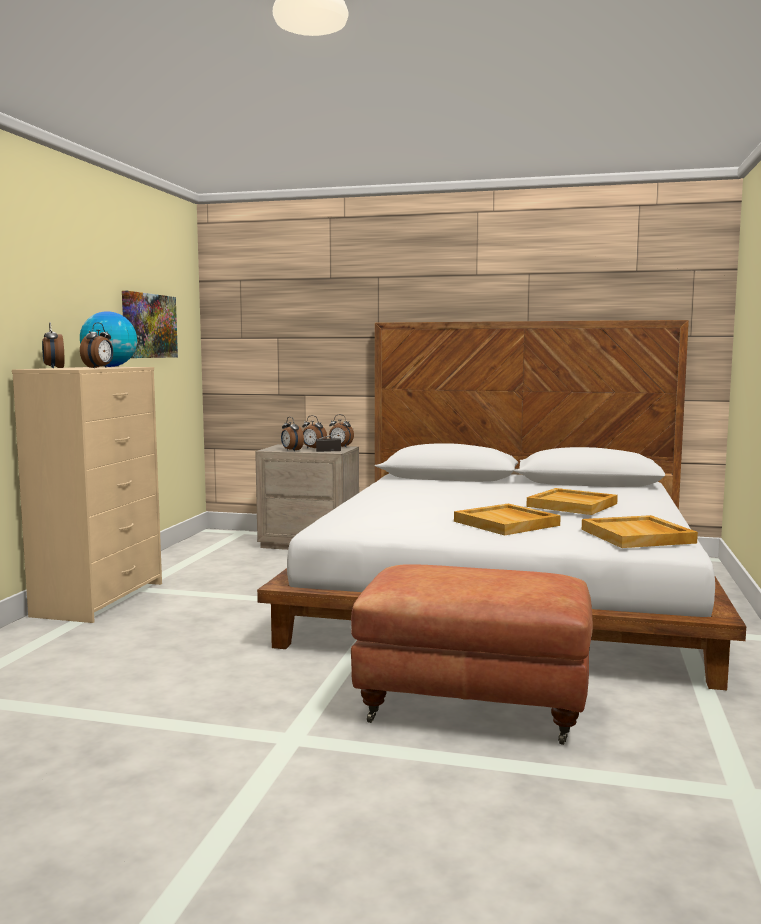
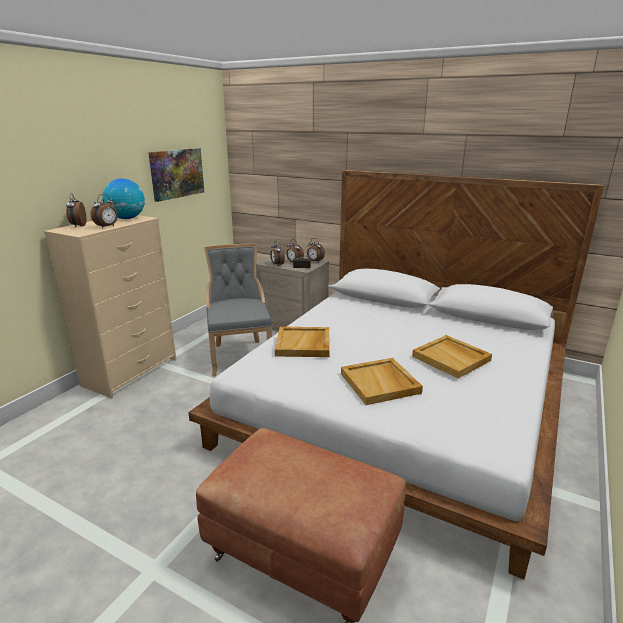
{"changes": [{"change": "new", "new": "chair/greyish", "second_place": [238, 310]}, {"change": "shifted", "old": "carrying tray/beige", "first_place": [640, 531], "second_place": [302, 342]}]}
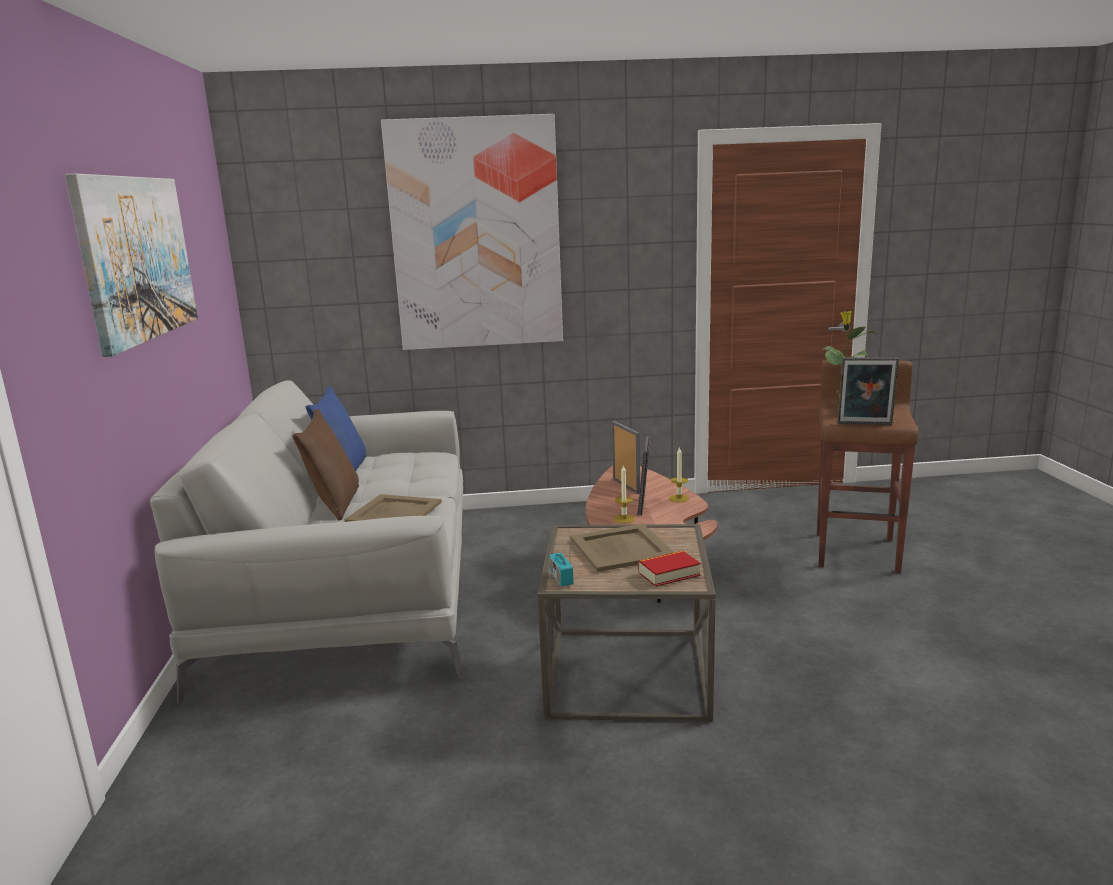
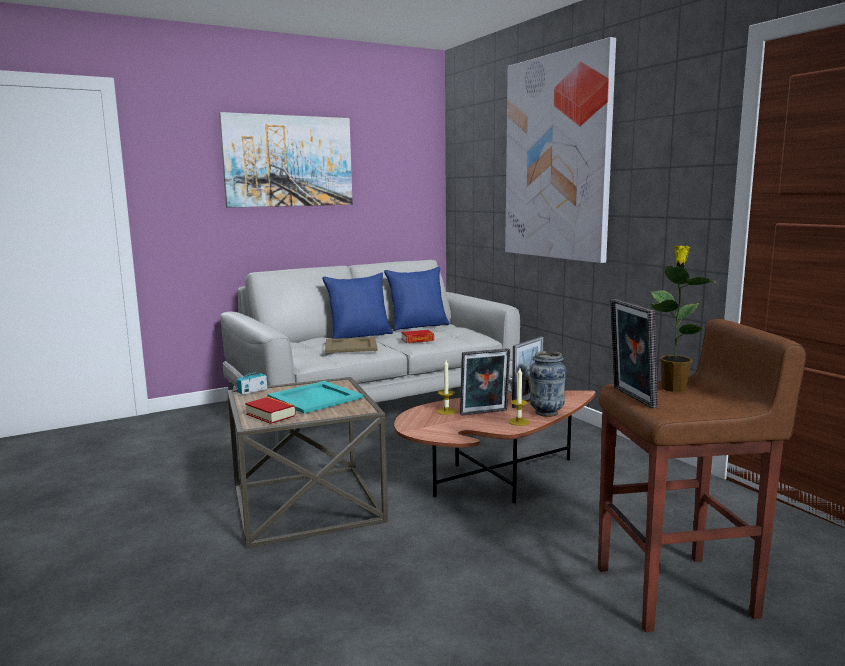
{"changes": [{"change": "repainted", "old": "carrying tray/beige", "new": "carrying tray/turquoise", "first_place": [622, 548], "second_place": [315, 397]}, {"change": "repainted", "old": "pillow/brownish", "new": "pillow/blue", "first_place": [325, 465], "second_place": [357, 305]}, {"change": "new", "new": "bound book", "second_place": [417, 336]}, {"change": "new", "new": "decorative vase", "second_place": [548, 384]}]}
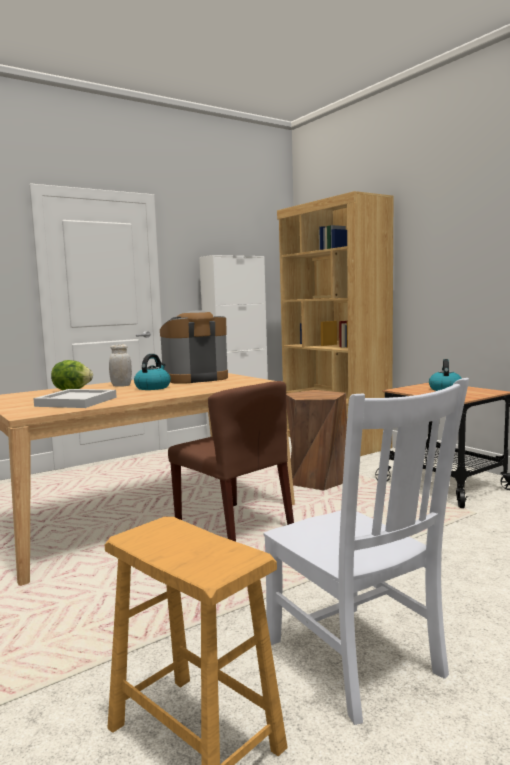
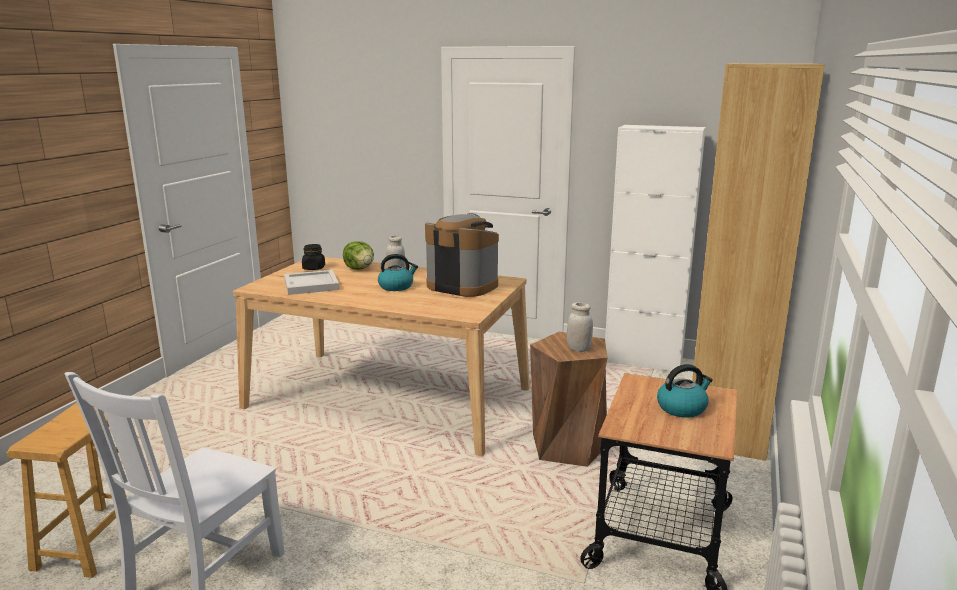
{"changes": [{"change": "new", "new": "preserve jar/black", "second_place": [313, 257]}, {"change": "new", "new": "preserve jar/white-coloured", "second_place": [580, 327]}, {"change": "gone", "old": "chair/brownish", "first_place": [231, 461]}]}
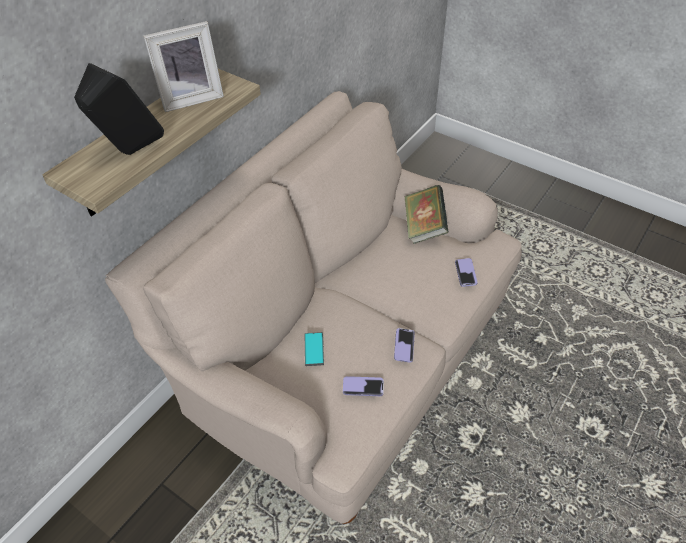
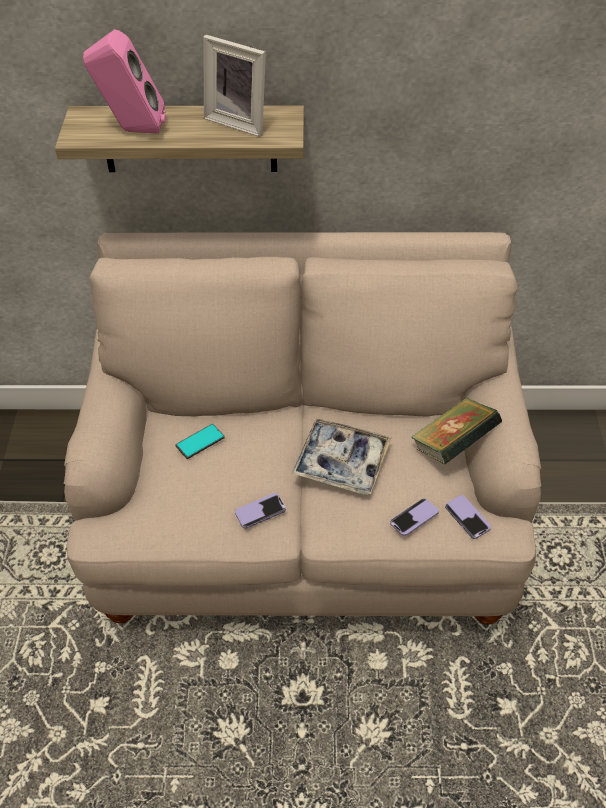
{"changes": [{"change": "repainted", "old": "audio speaker/black", "new": "audio speaker/pink", "first_place": [119, 109], "second_place": [124, 81]}, {"change": "new", "new": "carrying tray", "second_place": [341, 456]}, {"change": "shifted", "old": "handset", "first_place": [363, 386], "second_place": [468, 517]}]}
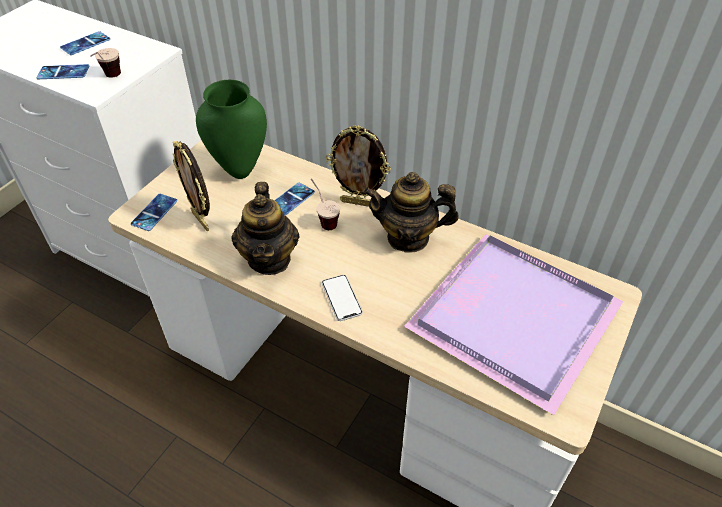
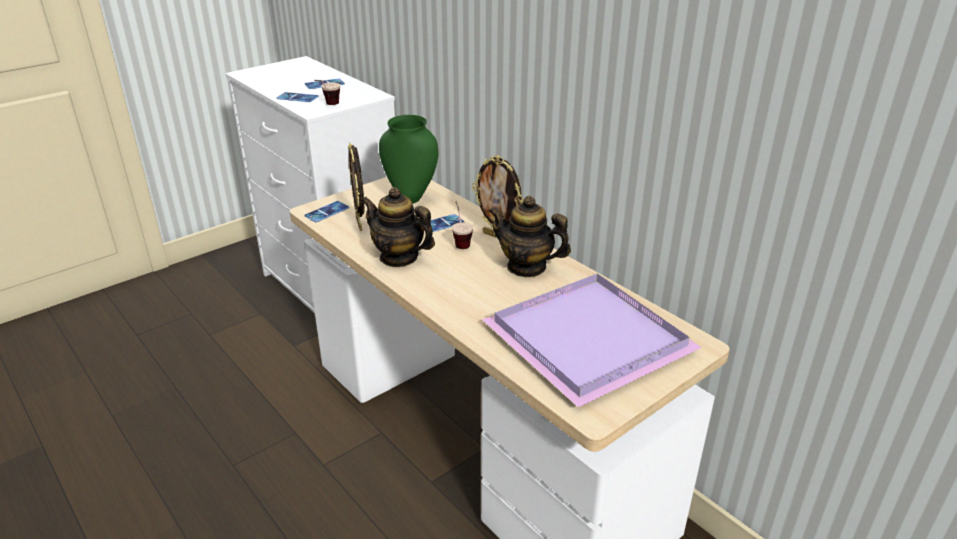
{"changes": [{"change": "rotated", "old": "teapot", "first_place": [265, 228], "second_place": [398, 227], "degrees": 105}, {"change": "gone", "old": "handset", "first_place": [342, 298]}]}
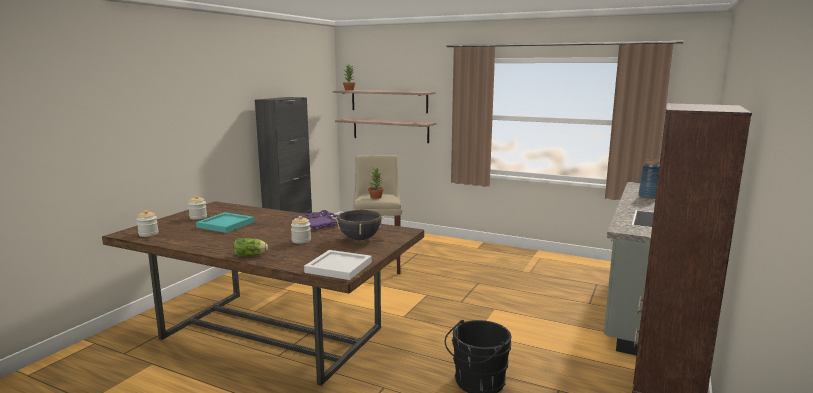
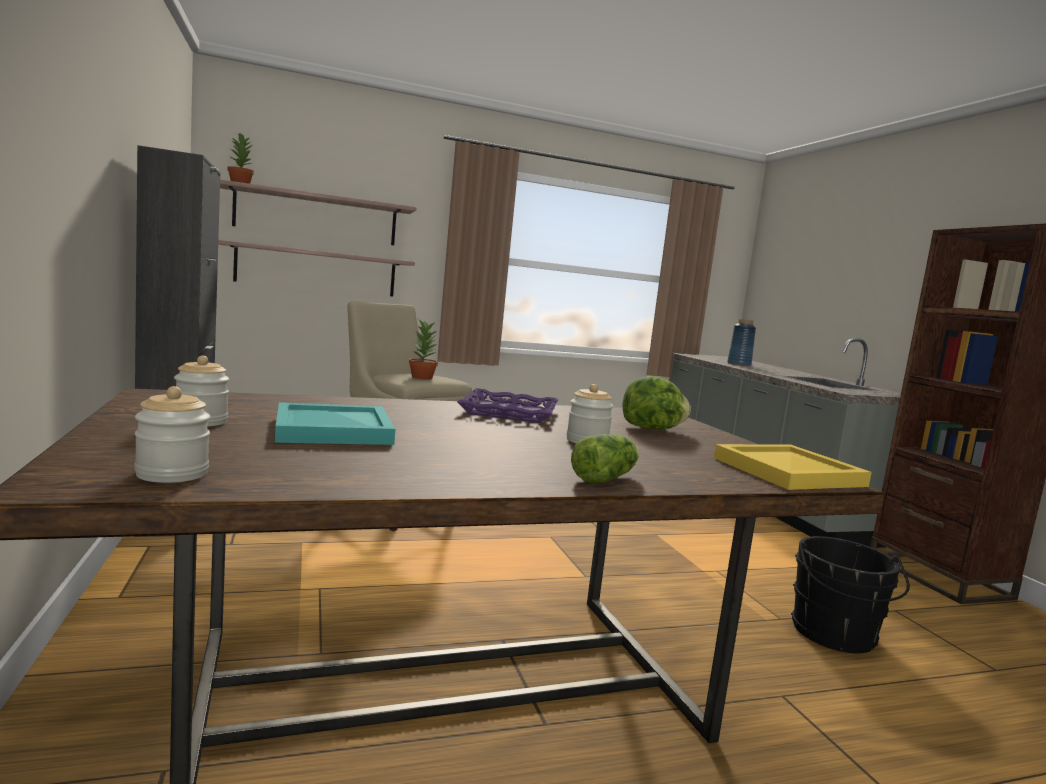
{"changes": [{"change": "swapped", "old": "saucepot/black", "new": "lettuce head", "first_place": [359, 224], "second_place": [657, 402]}, {"change": "repainted", "old": "carrying tray/white-coloured", "new": "carrying tray/yellow", "first_place": [338, 265], "second_place": [793, 467]}]}
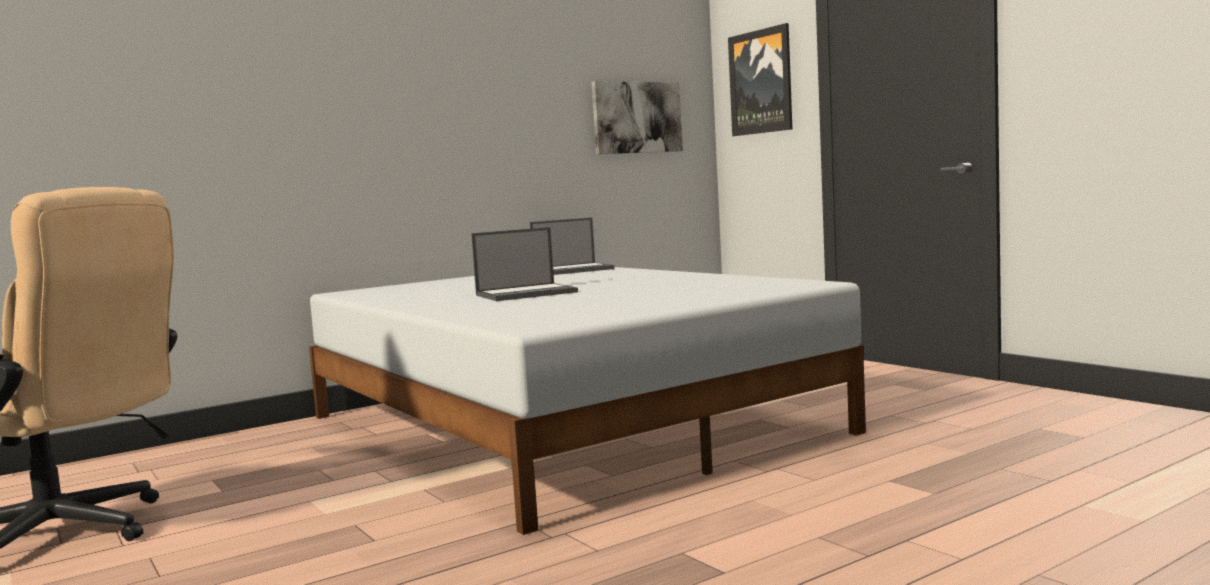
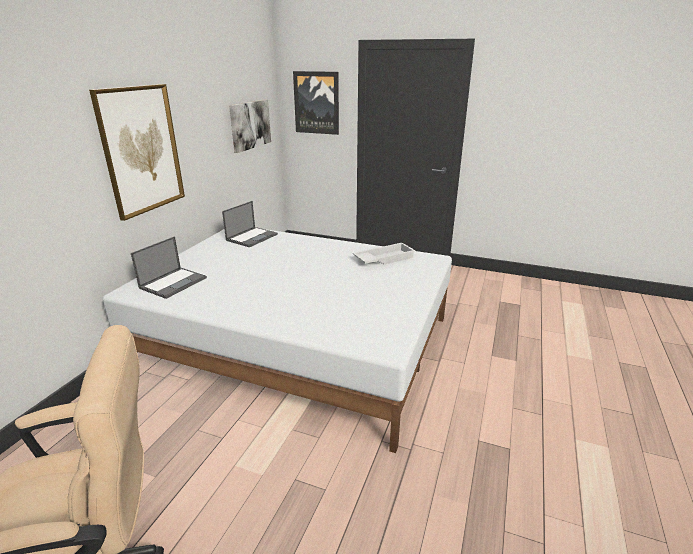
{"changes": [{"change": "new", "new": "picture", "second_place": [137, 152]}, {"change": "shifted", "old": "portable computer", "first_place": [524, 264], "second_place": [169, 267]}, {"change": "new", "new": "carrying tray/white-coloured", "second_place": [384, 254]}]}
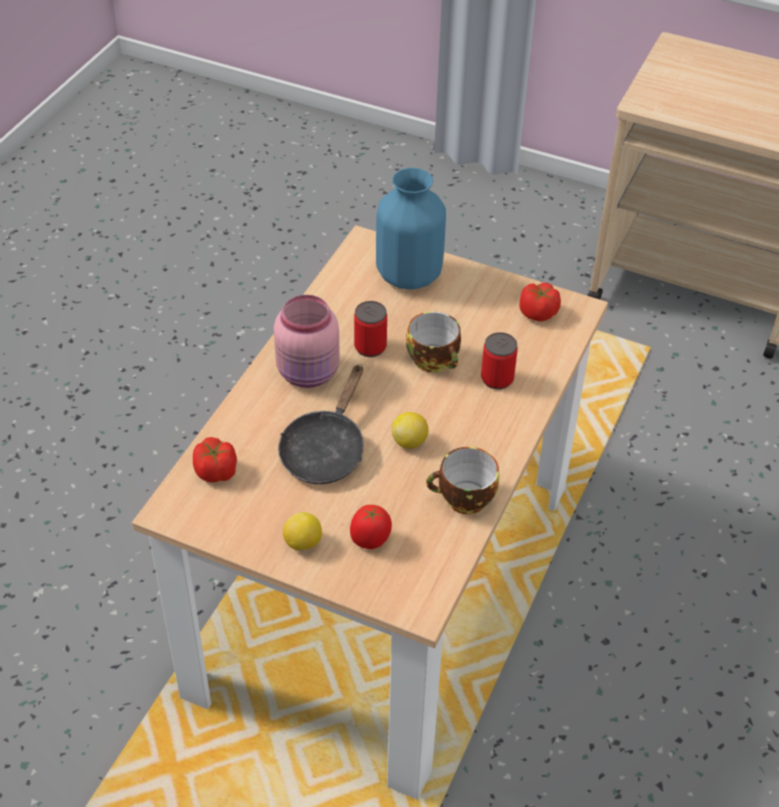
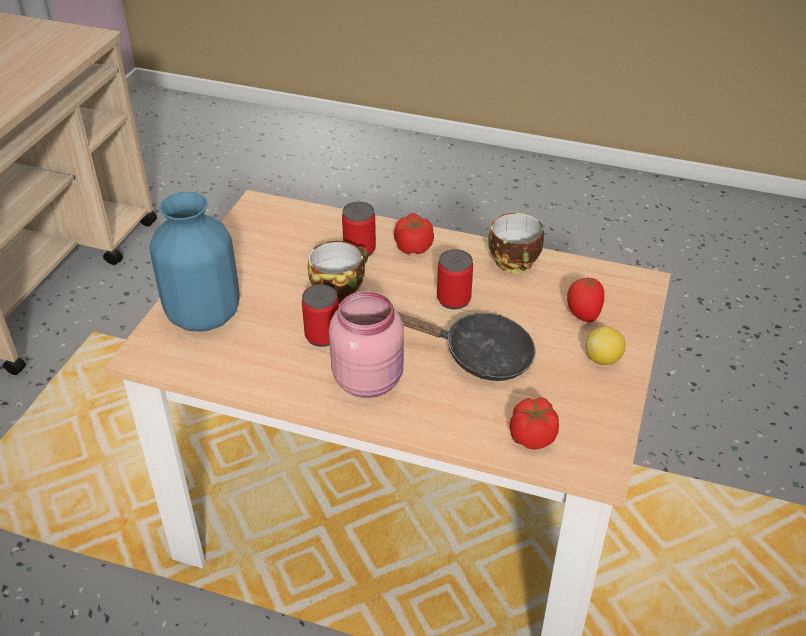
{"changes": [{"change": "shifted", "old": "fresh tomato", "first_place": [540, 302], "second_place": [414, 233]}, {"change": "swapped", "old": "lemon", "new": "sealed can", "first_place": [410, 430], "second_place": [455, 279]}]}
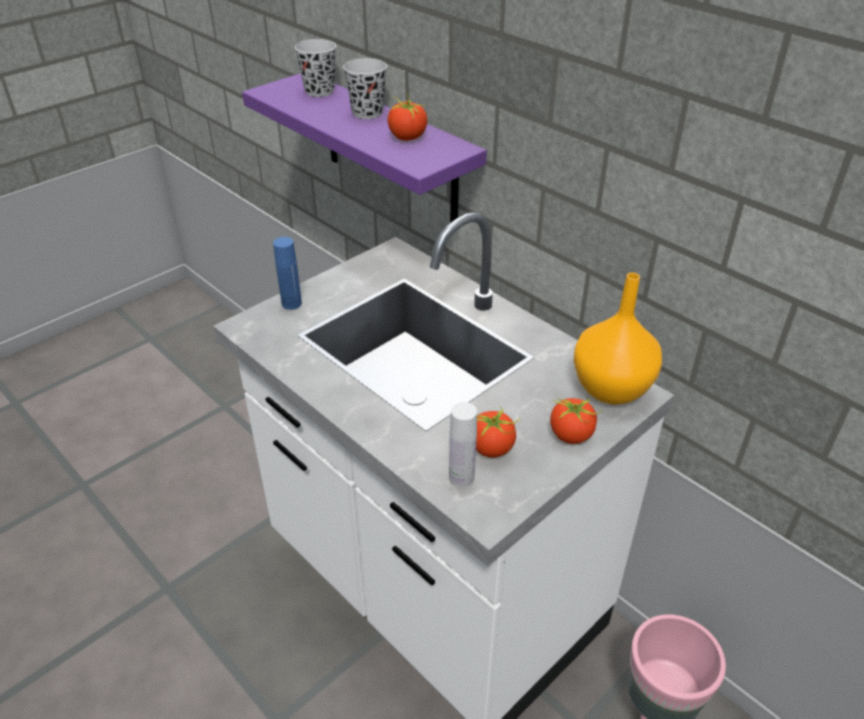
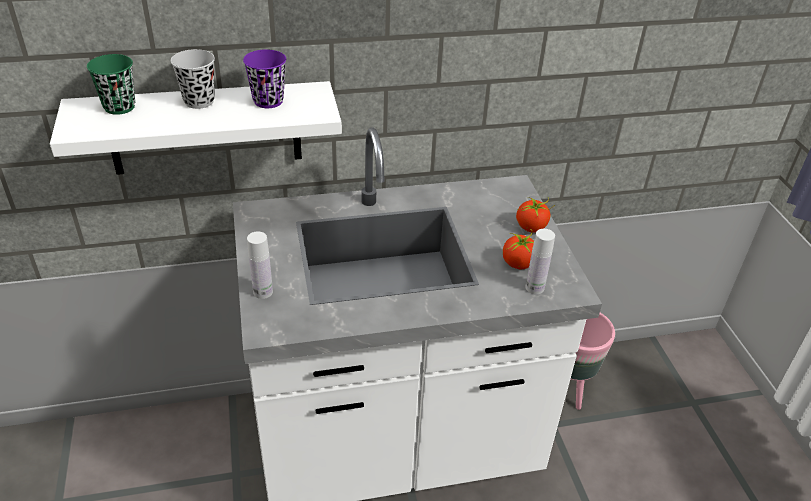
{"changes": [{"change": "repainted", "old": "bracket shelf/purple-coloured", "new": "bracket shelf/white-coloured", "first_place": [364, 148], "second_place": [196, 128]}, {"change": "repainted", "old": "cup/black", "new": "cup/green-coloured", "first_place": [315, 68], "second_place": [111, 84]}, {"change": "swapped", "old": "fresh tomato", "new": "cup/purple-coloured", "first_place": [407, 118], "second_place": [264, 78]}, {"change": "repainted", "old": "bottle/blue", "new": "bottle/white-coloured", "first_place": [287, 273], "second_place": [260, 265]}, {"change": "gone", "old": "decorative vase/orange", "first_place": [618, 339]}]}
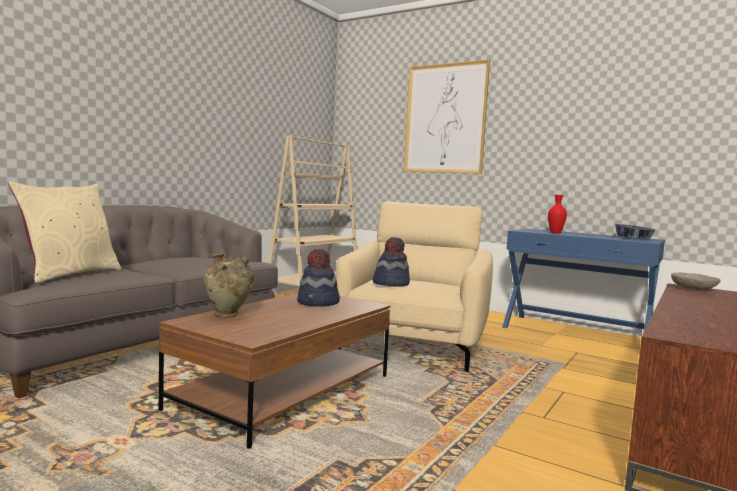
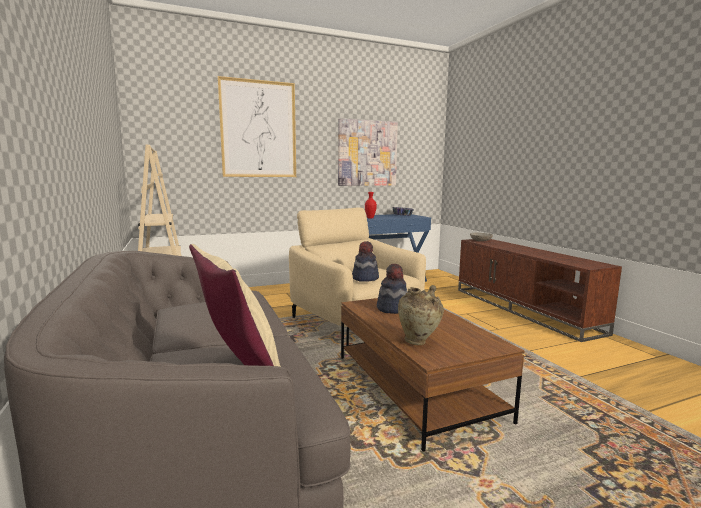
{"changes": [{"change": "new", "new": "picture", "second_place": [368, 152]}]}
